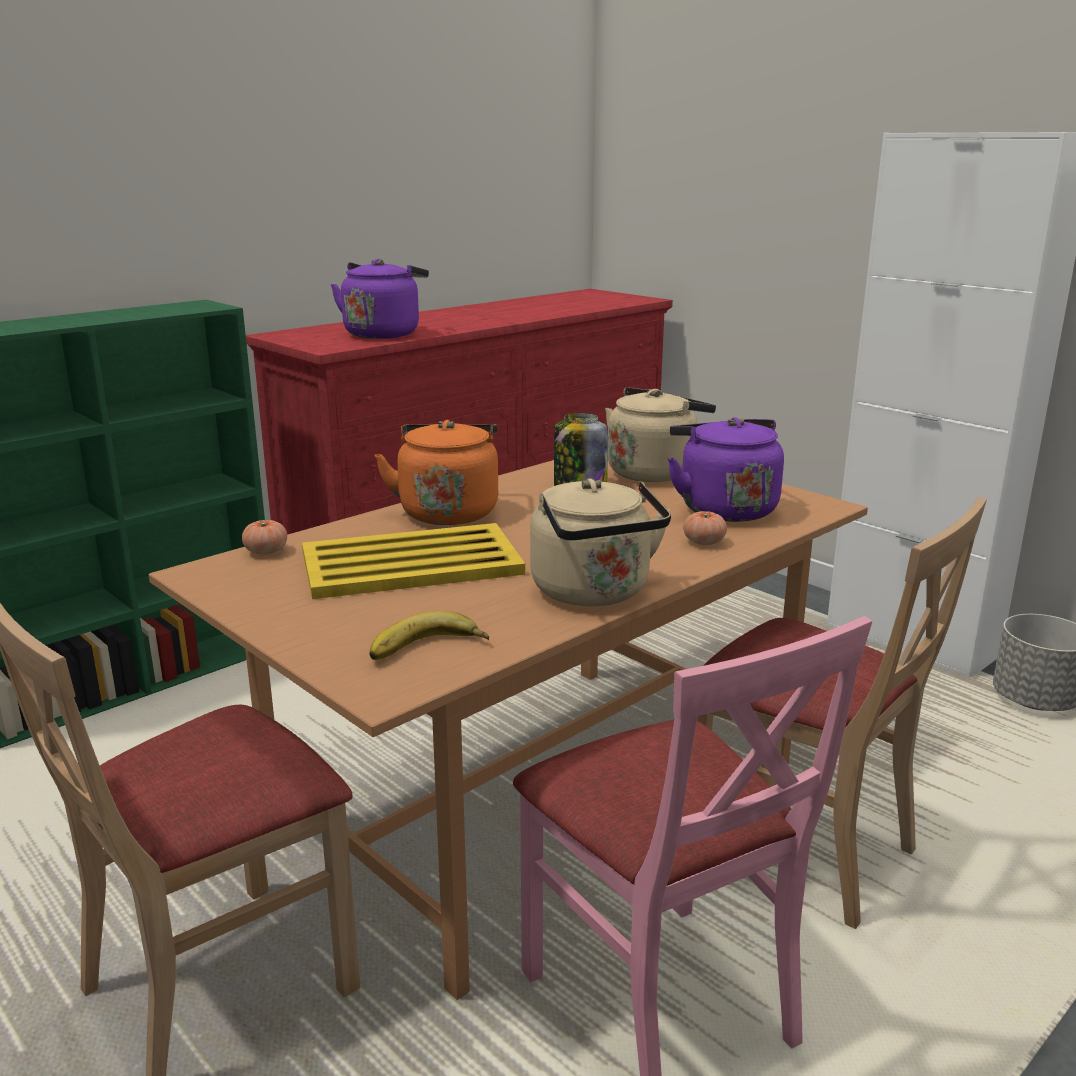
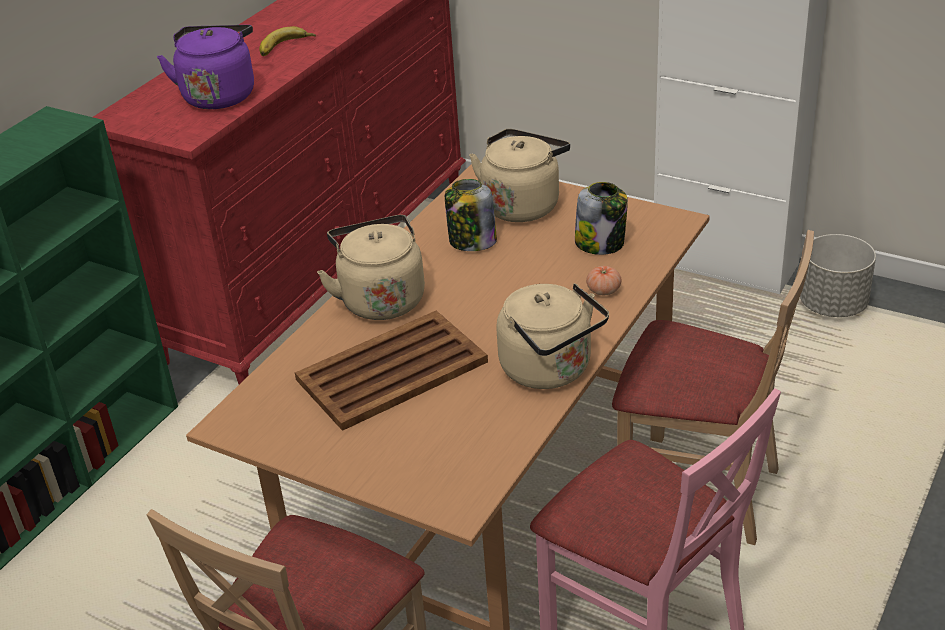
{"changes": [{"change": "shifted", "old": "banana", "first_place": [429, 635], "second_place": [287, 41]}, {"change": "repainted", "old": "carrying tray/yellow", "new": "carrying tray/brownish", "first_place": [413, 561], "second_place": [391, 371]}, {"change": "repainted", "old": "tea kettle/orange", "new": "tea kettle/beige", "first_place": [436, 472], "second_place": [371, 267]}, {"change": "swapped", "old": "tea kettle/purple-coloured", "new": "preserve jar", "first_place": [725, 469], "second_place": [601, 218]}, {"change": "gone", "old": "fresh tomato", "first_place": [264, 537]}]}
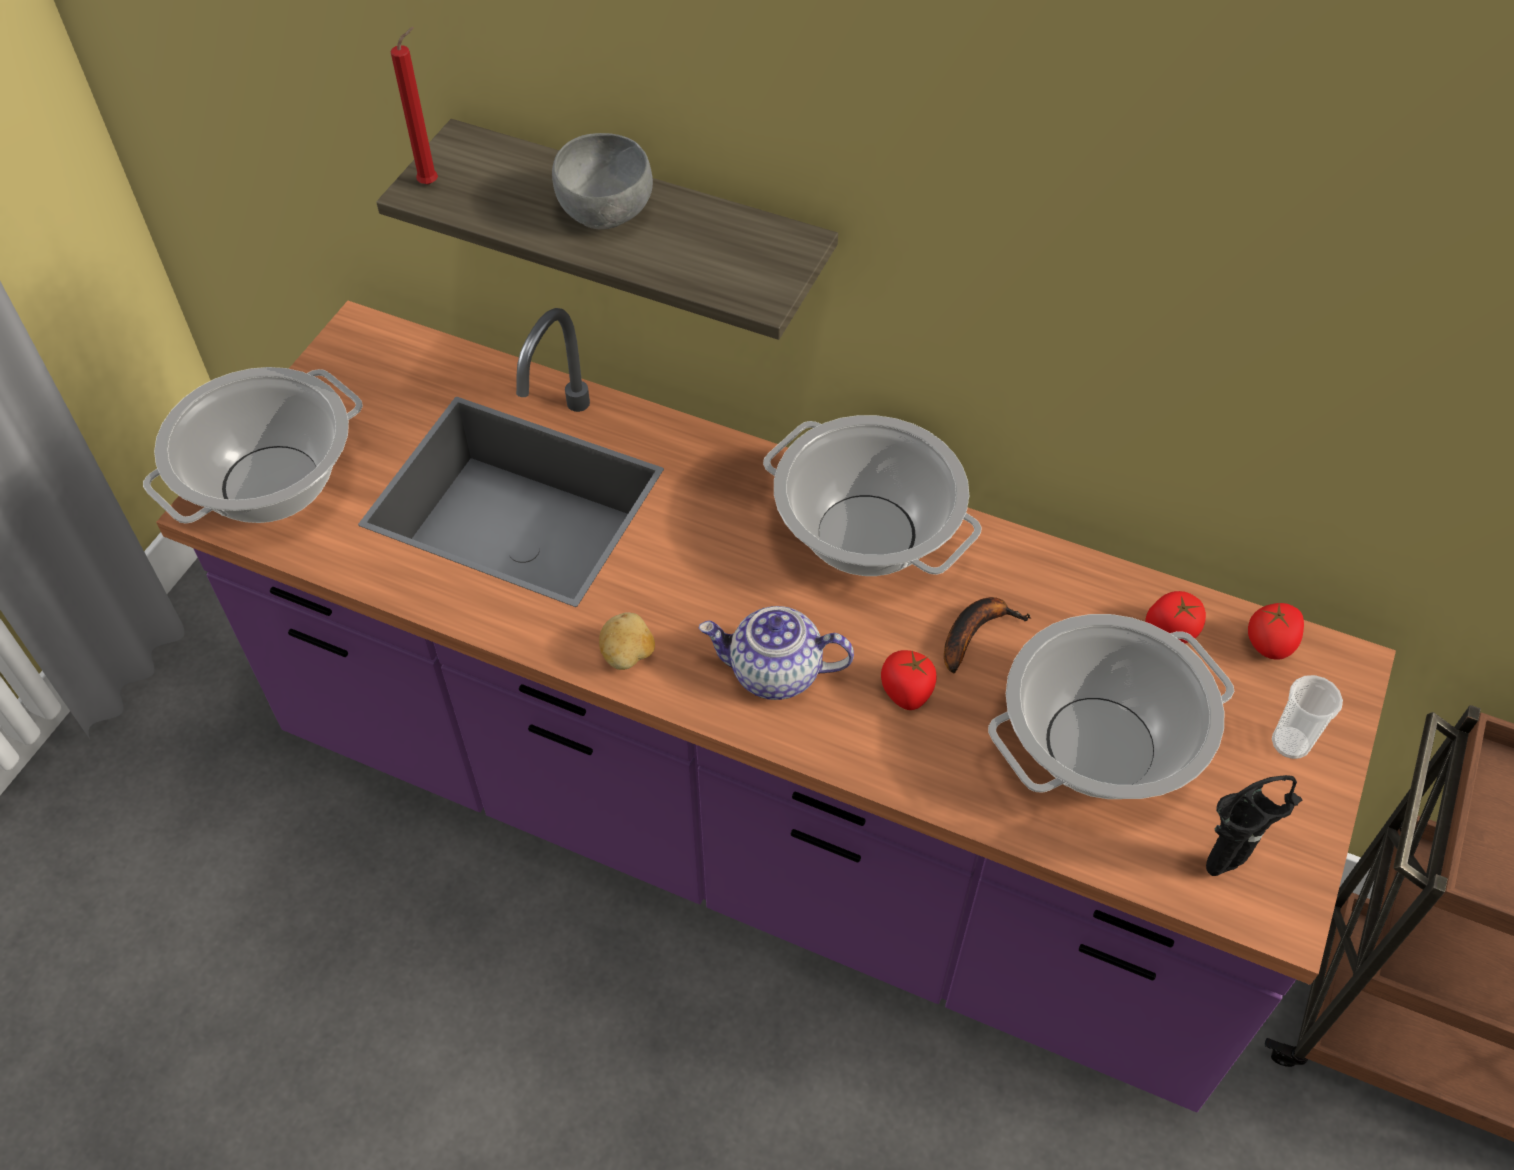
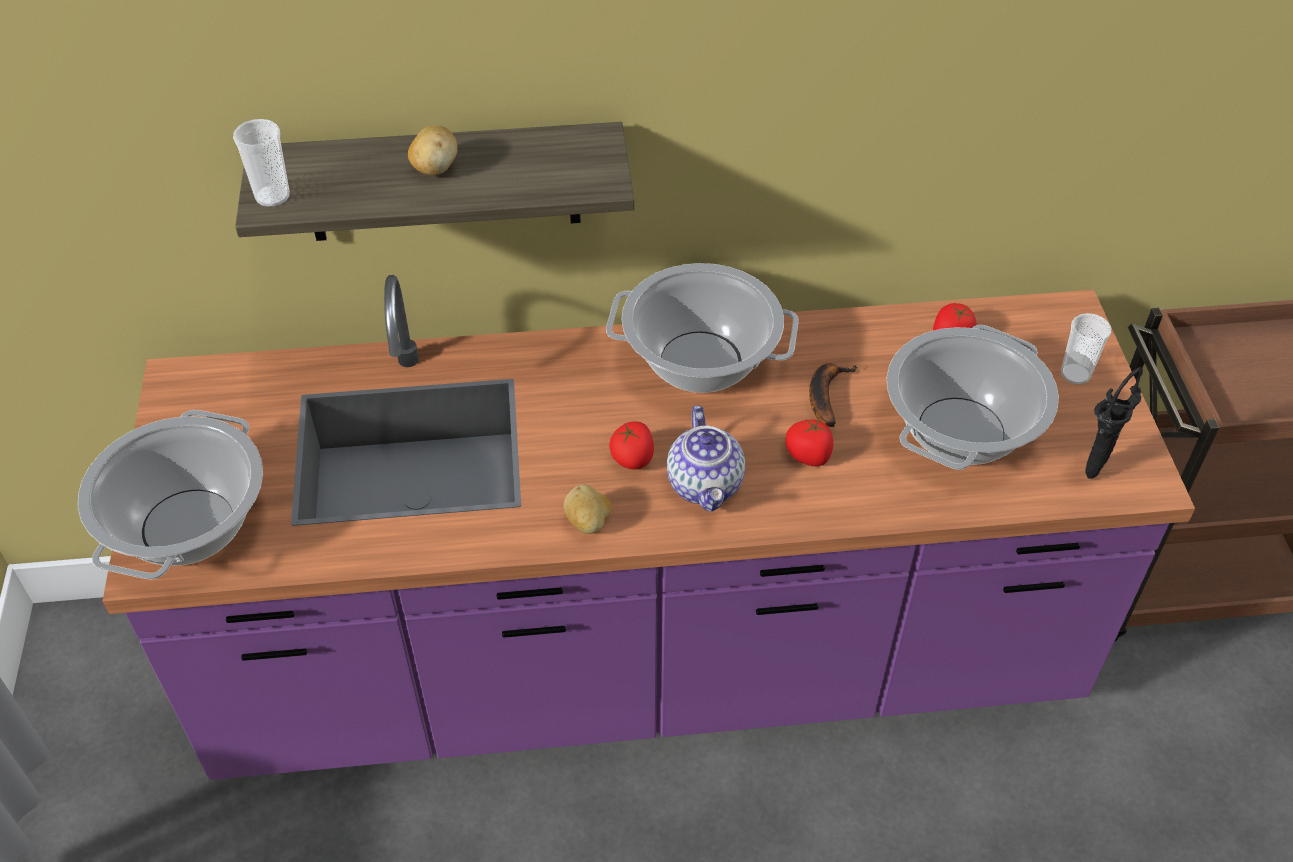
{"changes": [{"change": "swapped", "old": "wax candle/red", "new": "cup", "first_place": [414, 106], "second_place": [261, 163]}, {"change": "swapped", "old": "serving bowl/greyish", "new": "whole potato", "first_place": [602, 181], "second_place": [433, 150]}, {"change": "shifted", "old": "fresh tomato", "first_place": [1276, 631], "second_place": [631, 445]}, {"change": "rotated", "old": "teapot", "first_place": [776, 653], "second_place": [706, 458], "degrees": -75}]}
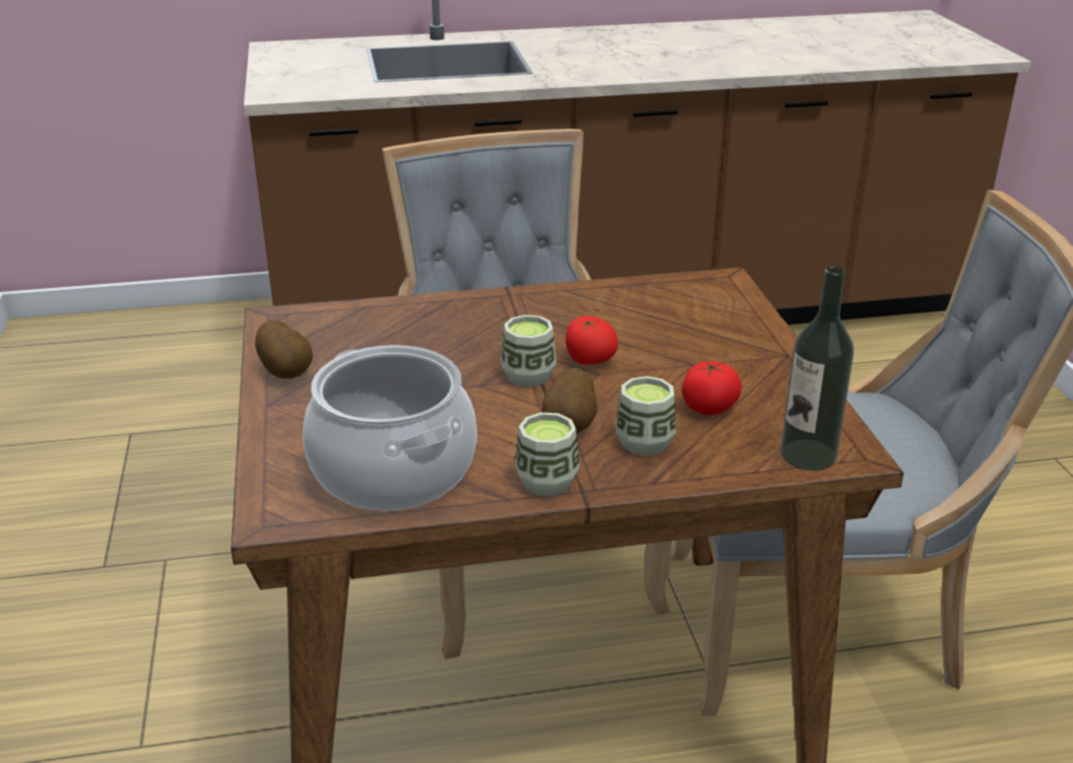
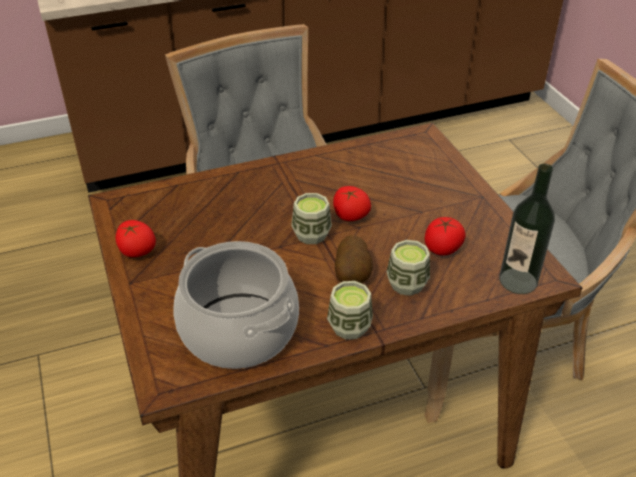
{"changes": [{"change": "swapped", "old": "whole potato", "new": "fresh tomato", "first_place": [284, 349], "second_place": [136, 238]}]}
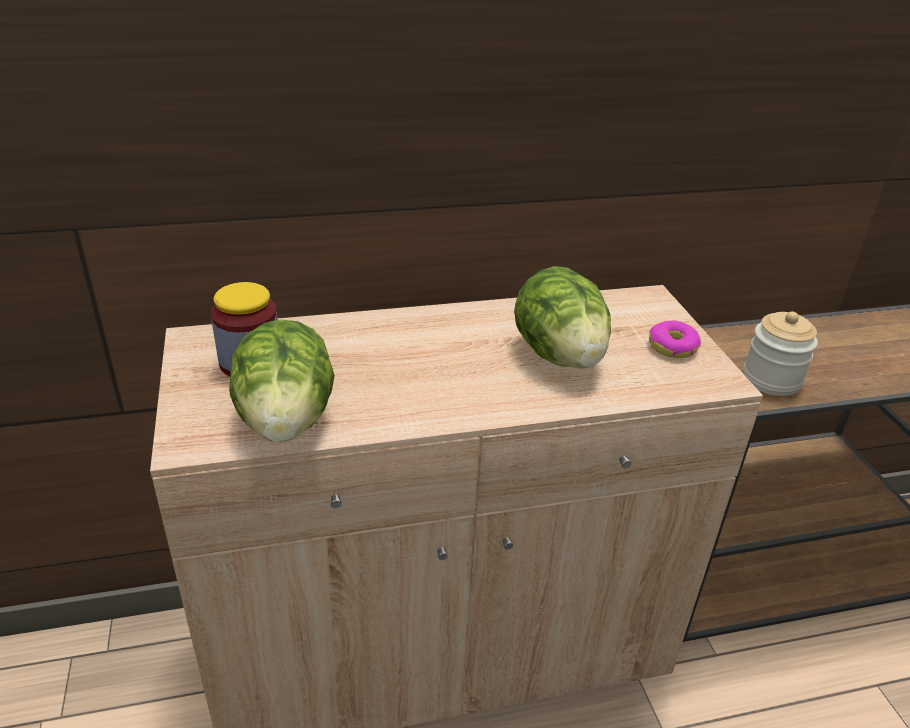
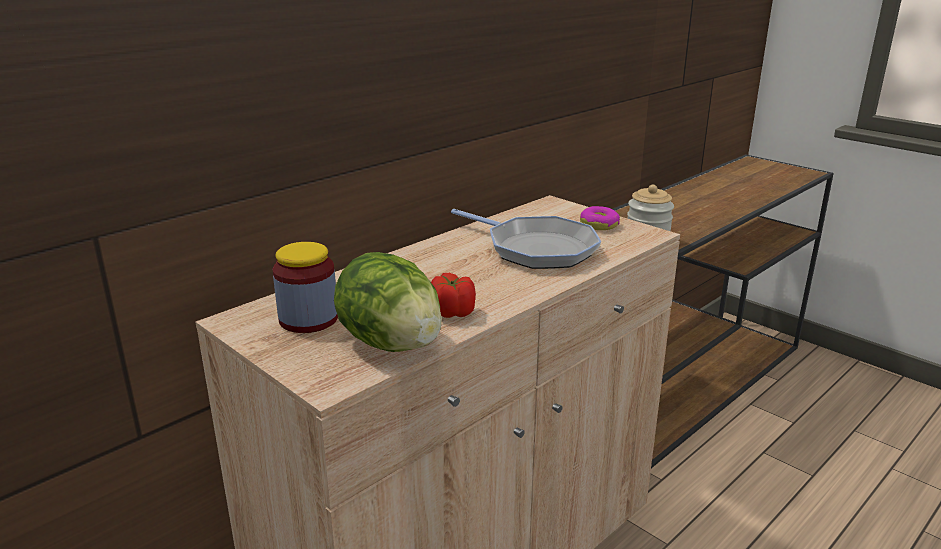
{"changes": [{"change": "new", "new": "fresh tomato", "second_place": [453, 295]}, {"change": "swapped", "old": "lettuce head", "new": "pan", "first_place": [562, 317], "second_place": [526, 239]}]}
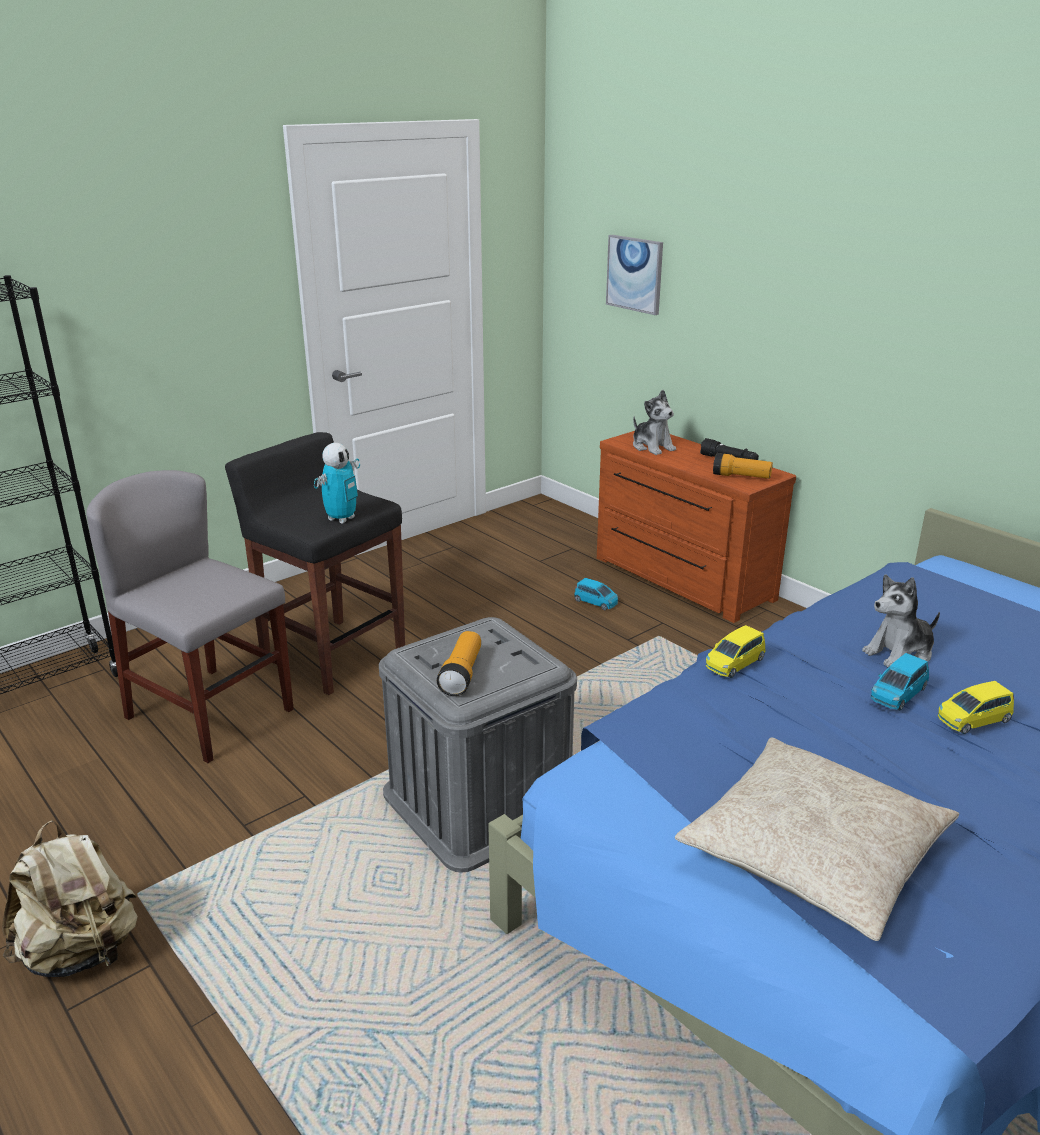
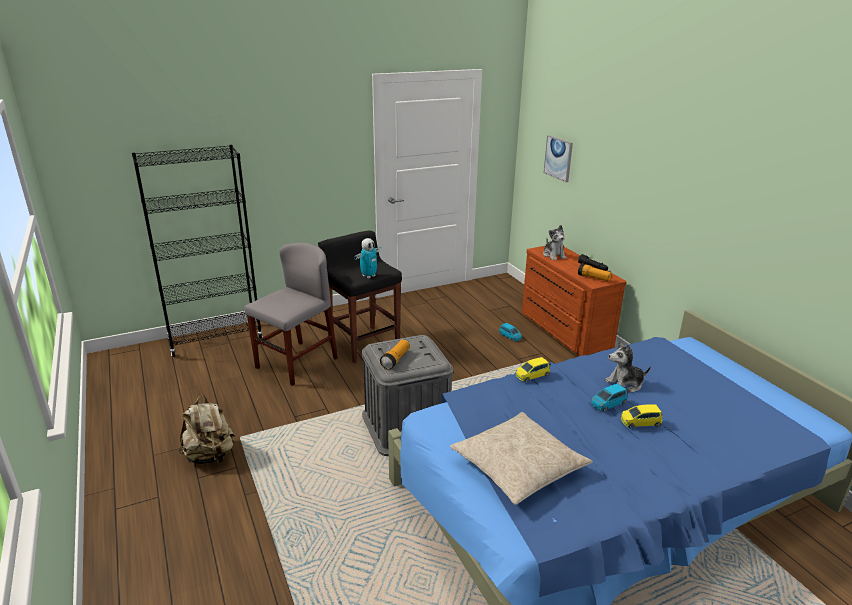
{"changes": [{"change": "rotated", "old": "chair/greyish", "first_place": [190, 616], "second_place": [291, 314], "degrees": 75}]}
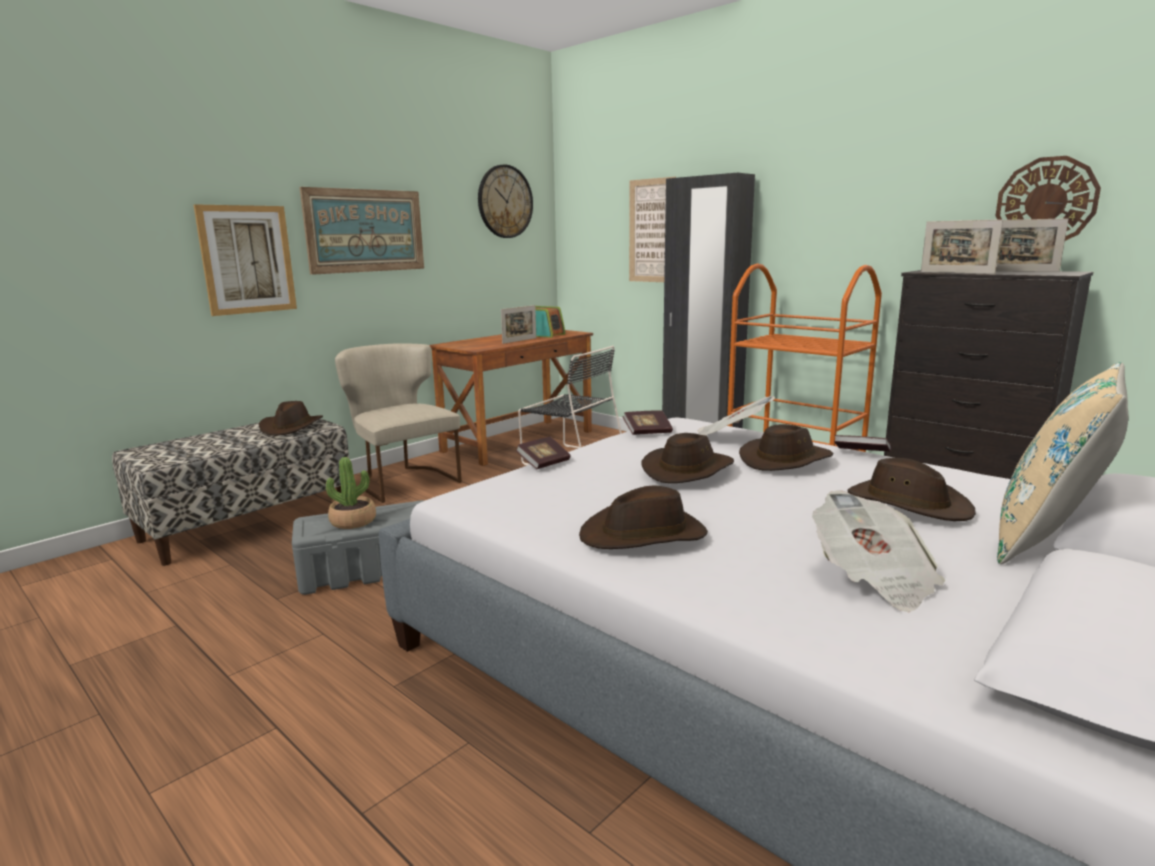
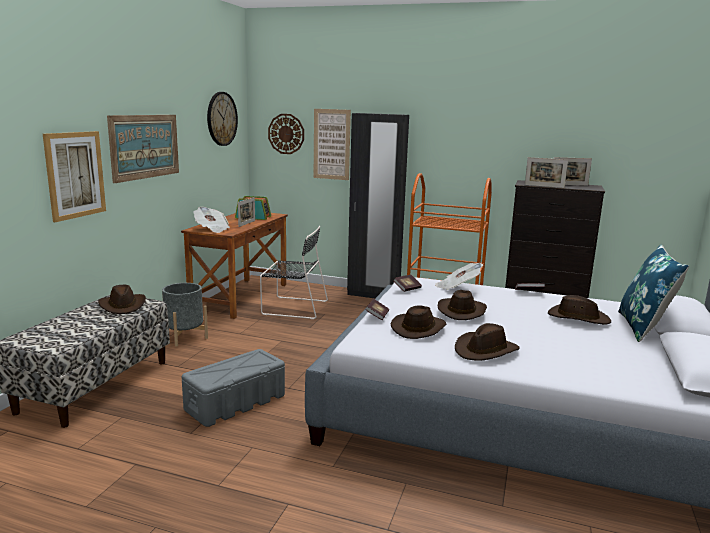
{"changes": [{"change": "swapped", "old": "chair/beige", "new": "planter/greyish", "first_place": [398, 423], "second_place": [185, 315]}, {"change": "shifted", "old": "printed paper", "first_place": [878, 551], "second_place": [211, 220]}, {"change": "shifted", "old": "hanging clock", "first_place": [1048, 198], "second_place": [286, 134]}, {"change": "shifted", "old": "clothing hat/brownish", "first_place": [786, 447], "second_place": [418, 322]}, {"change": "repainted", "old": "pillow/beige", "new": "pillow/blue", "first_place": [1062, 463], "second_place": [653, 293]}, {"change": "gone", "old": "houseplant", "first_place": [351, 493]}]}
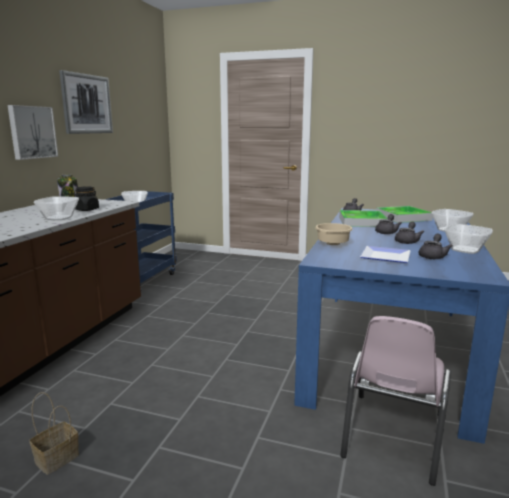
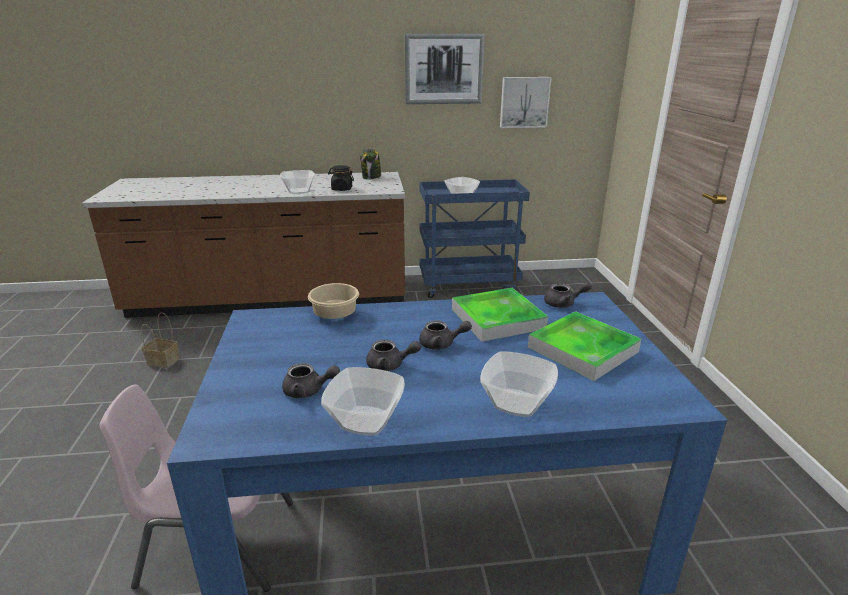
{"changes": [{"change": "shifted", "old": "picture", "first_place": [32, 132], "second_place": [526, 102]}, {"change": "gone", "old": "dinner plate", "first_place": [385, 254]}]}
